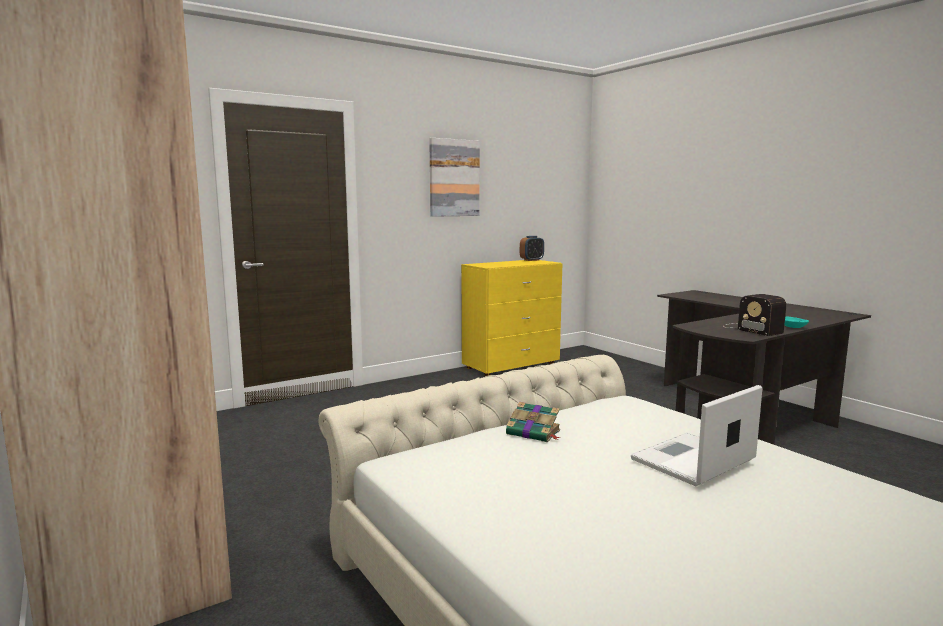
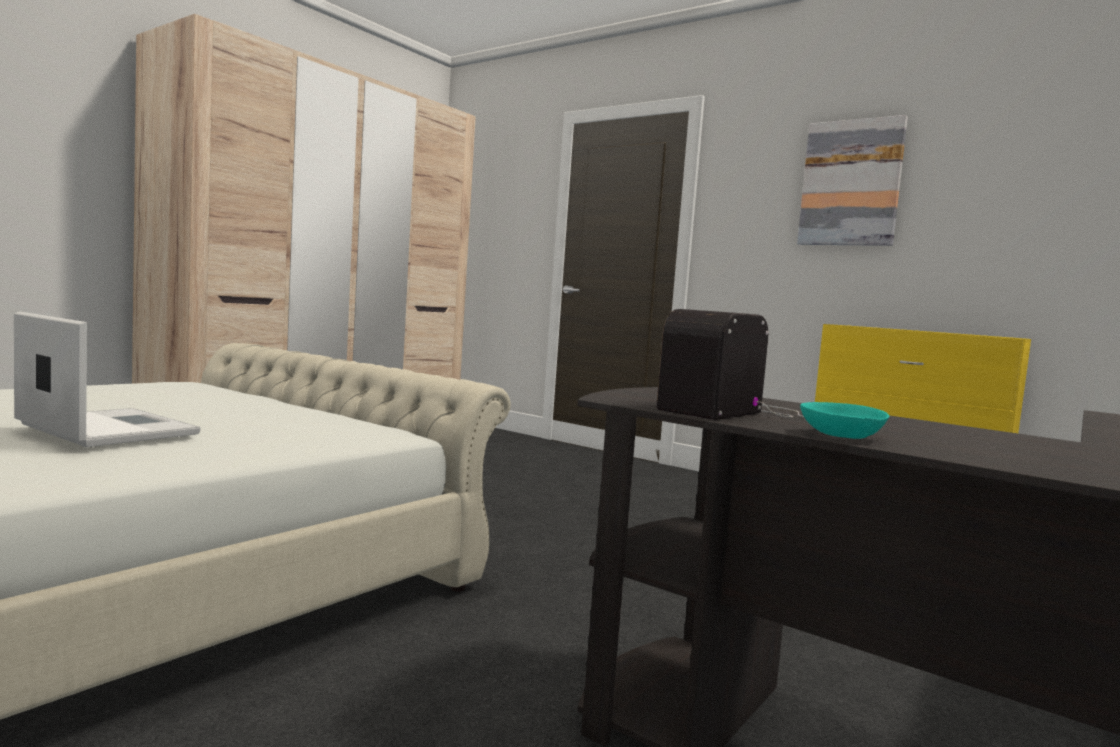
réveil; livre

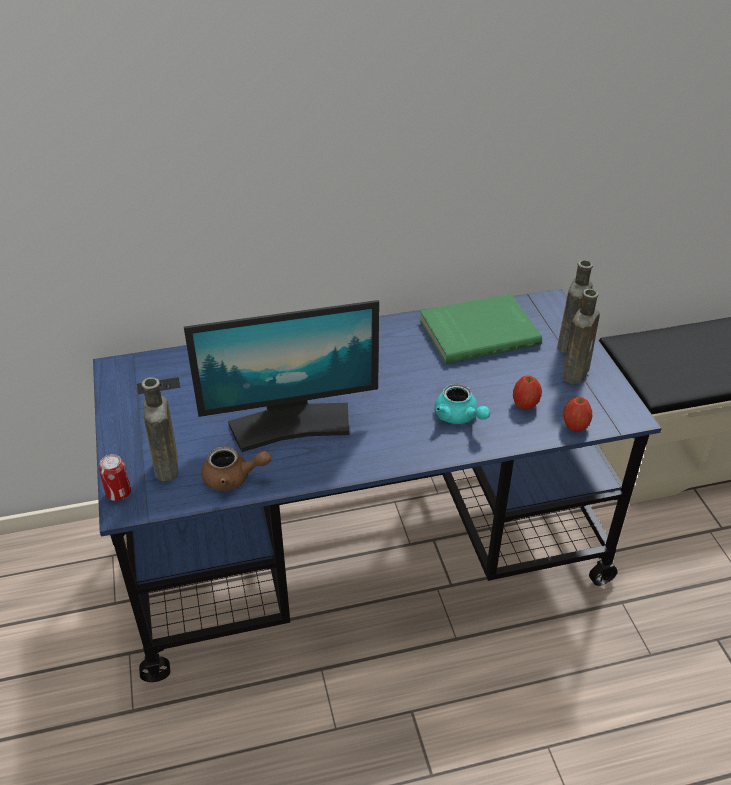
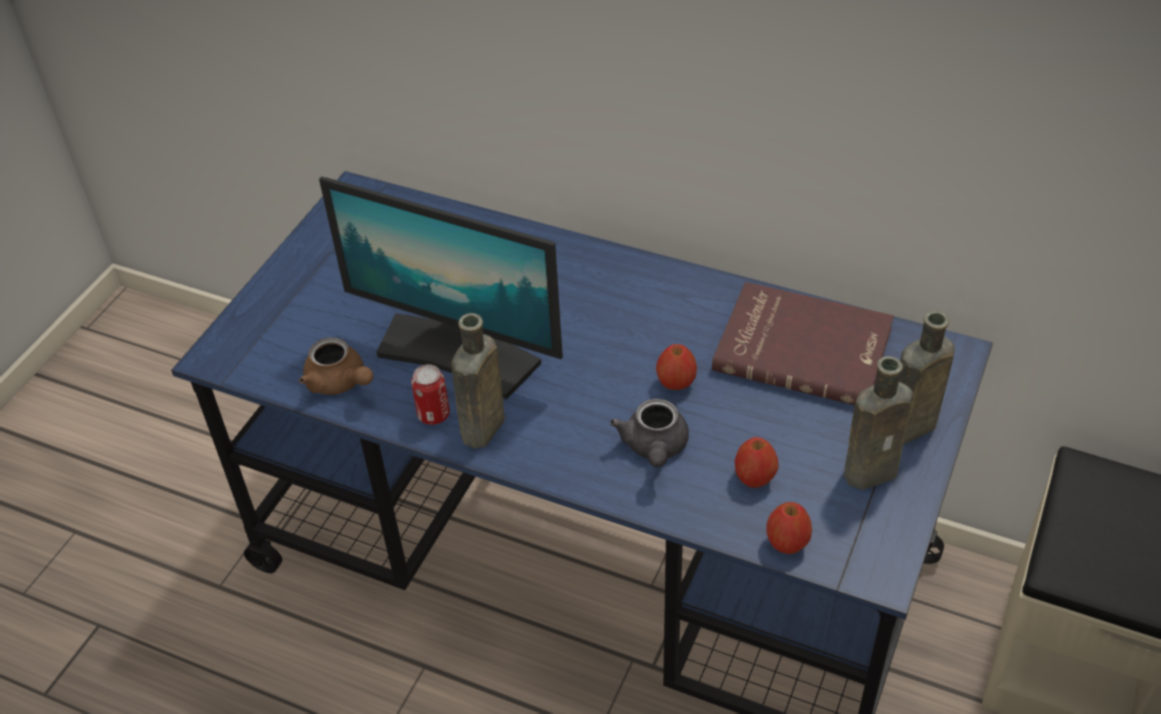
livre (rouge); bouteille (marron) (1st from left); théière (gris); boîte métallique; pomme (1st from left)

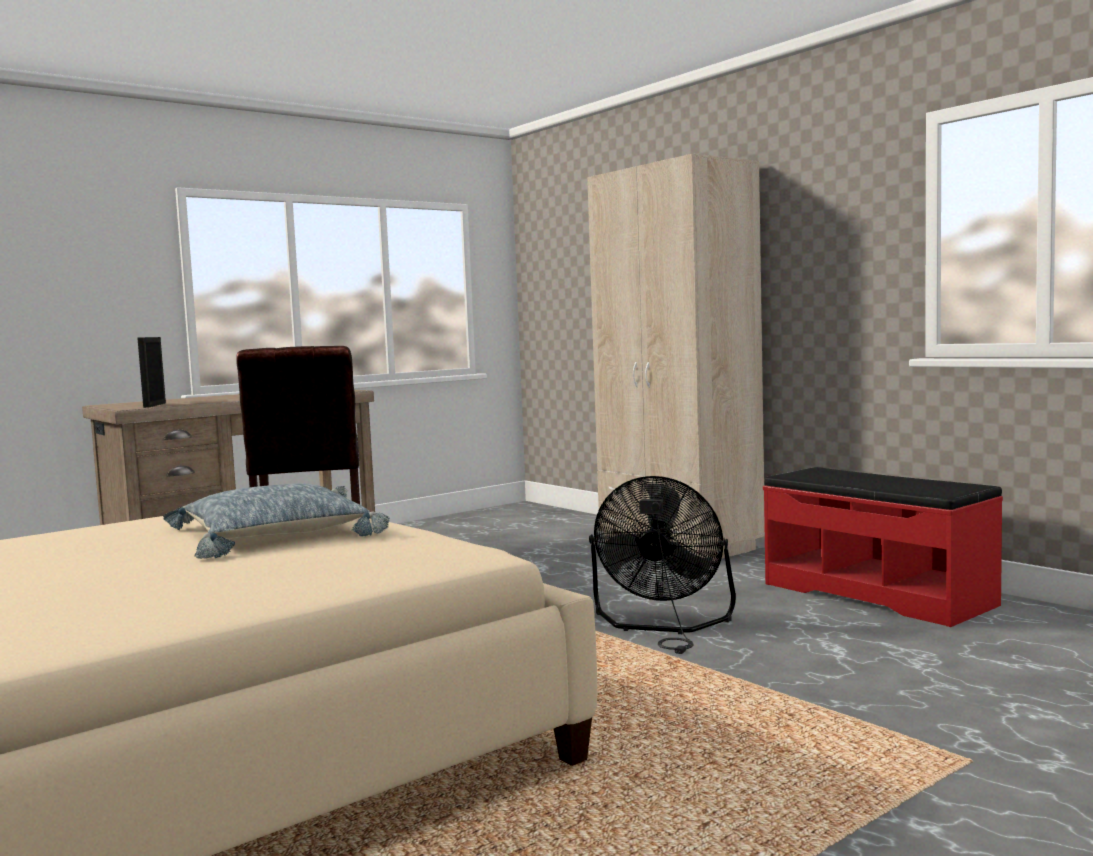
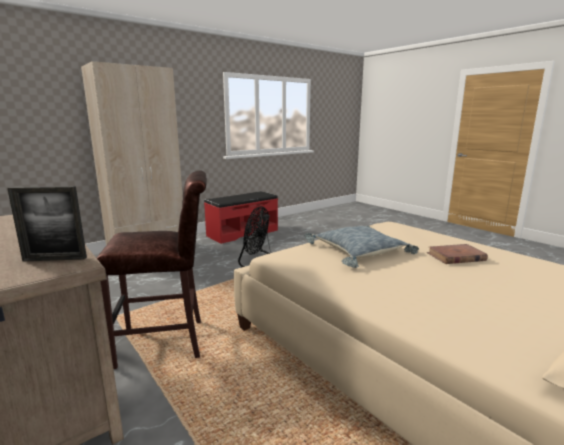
livre (marron)

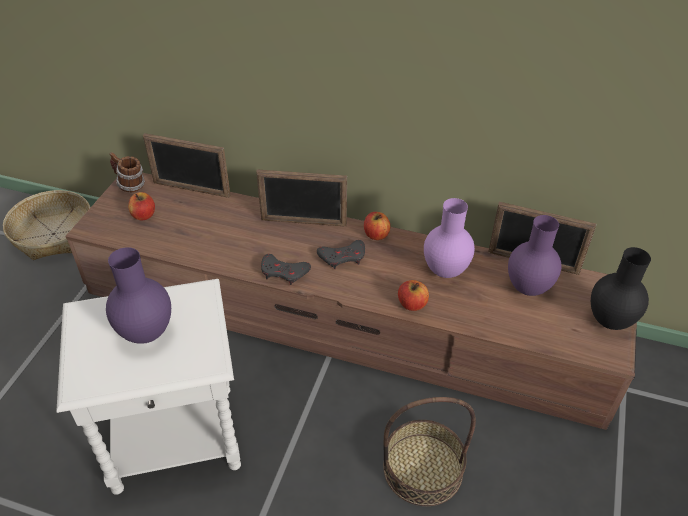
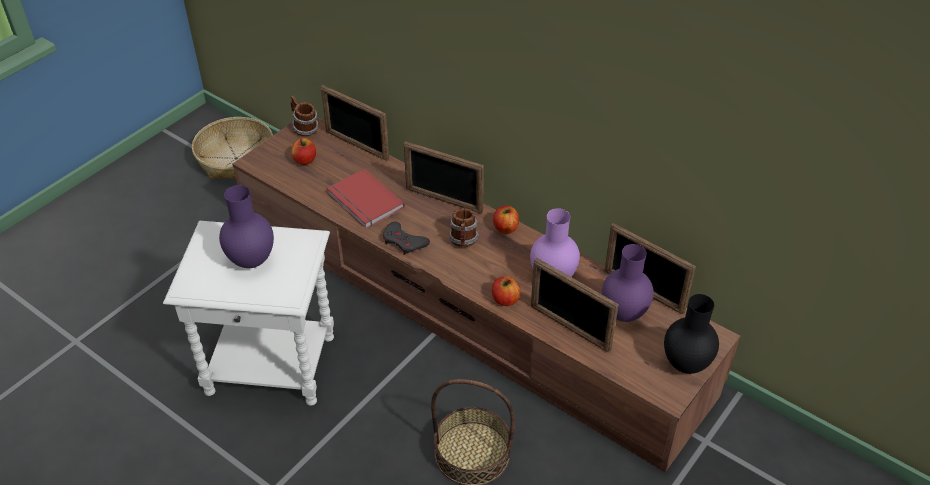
mug (2nd from left); livre (rouge); cadre photo (3rd from left)

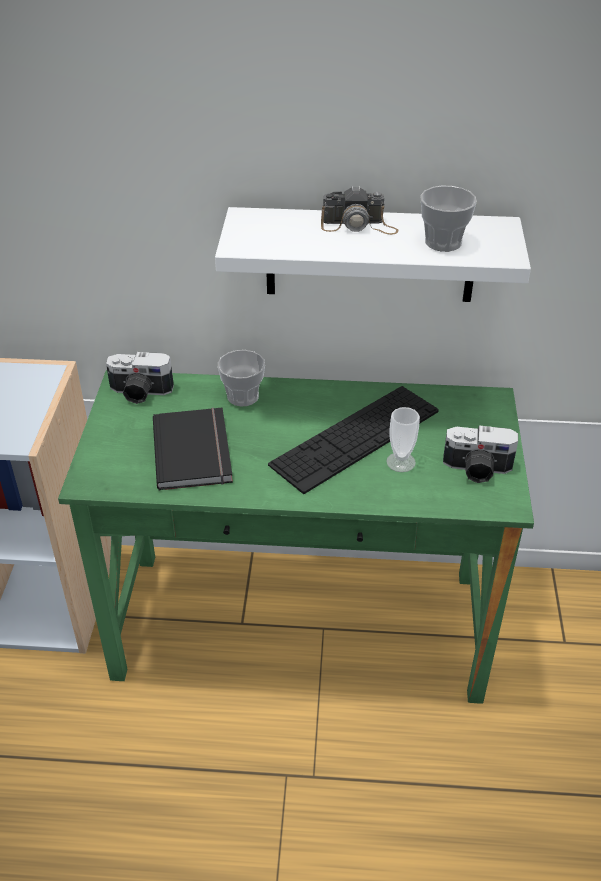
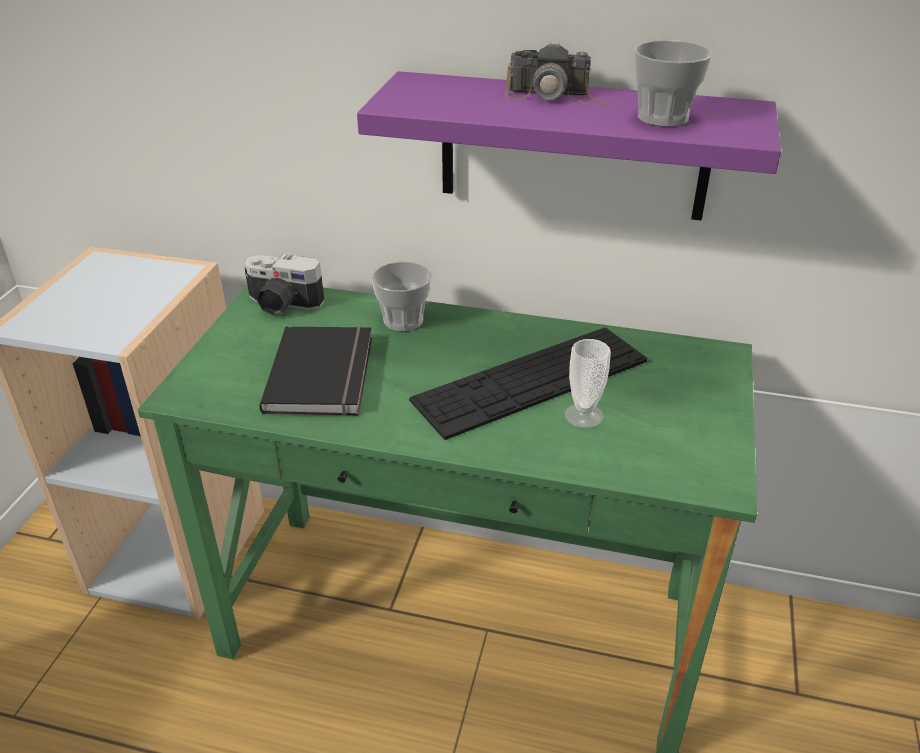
étagère (violet); appareil photo (3rd from left in the first image)

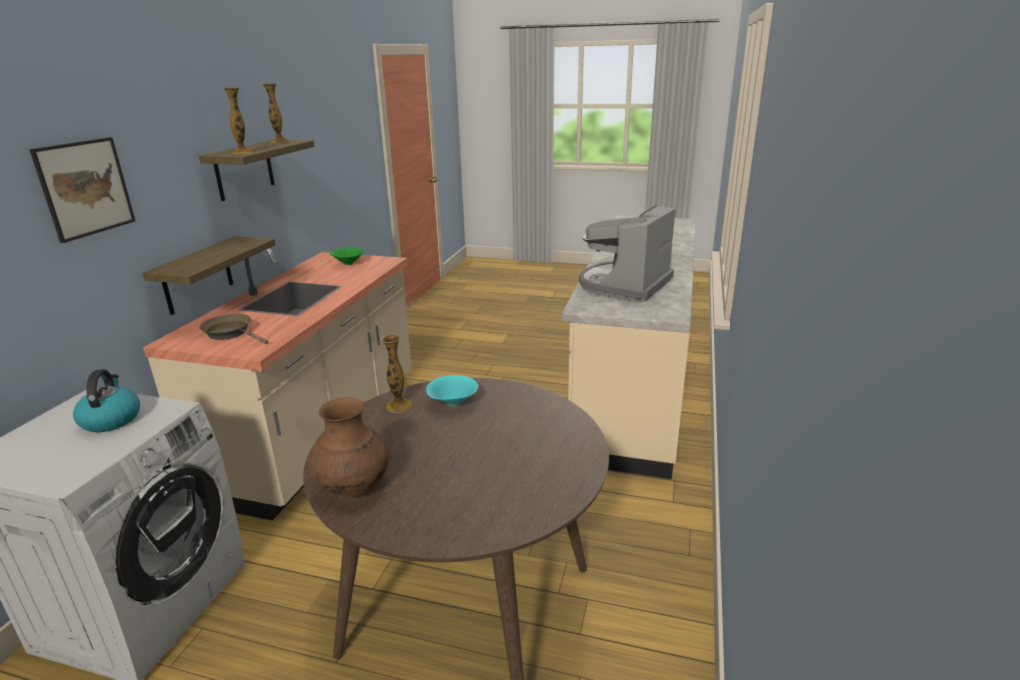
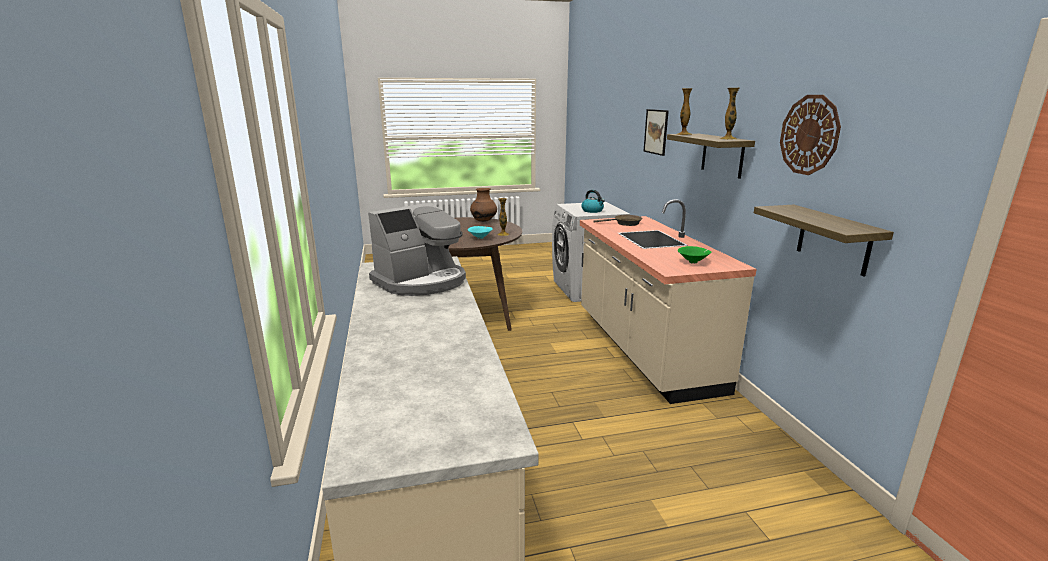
machine à café; étagère (2nd from left); horloge murale

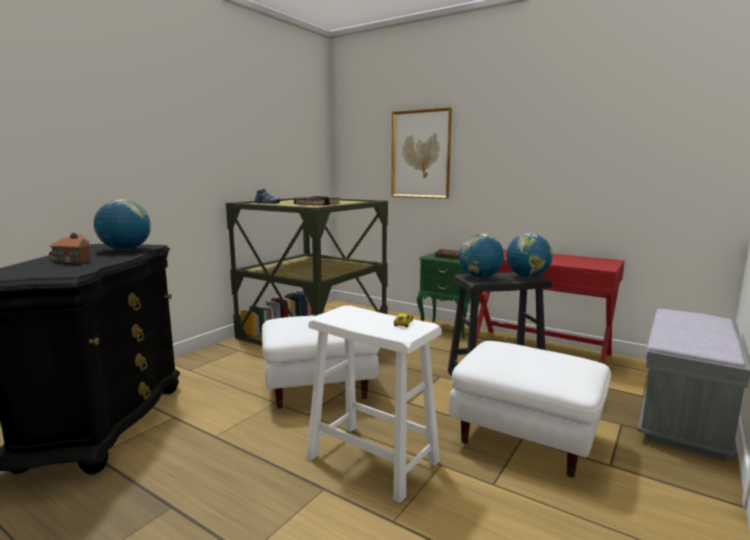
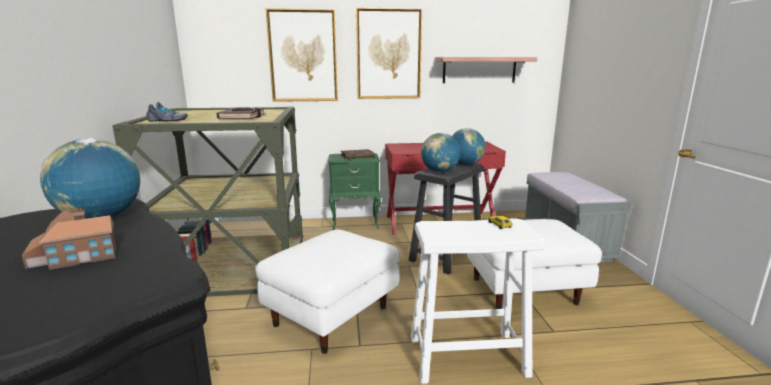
tableau (2nd from left); étagère

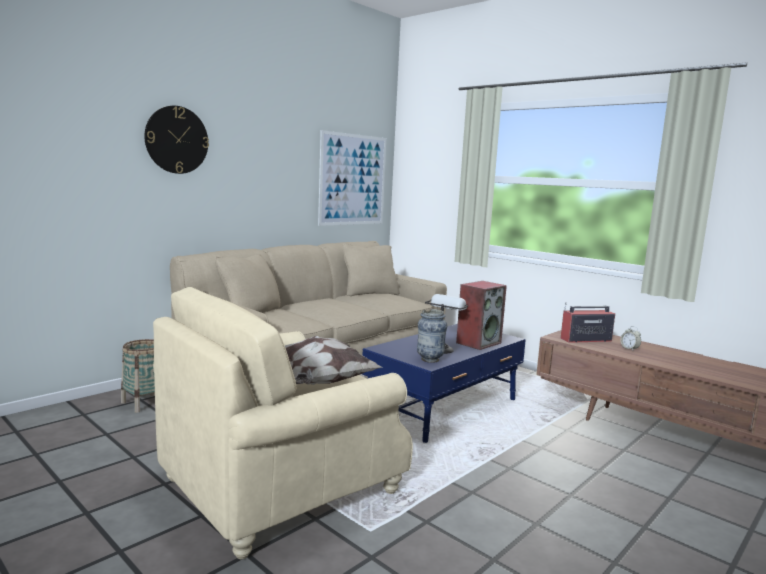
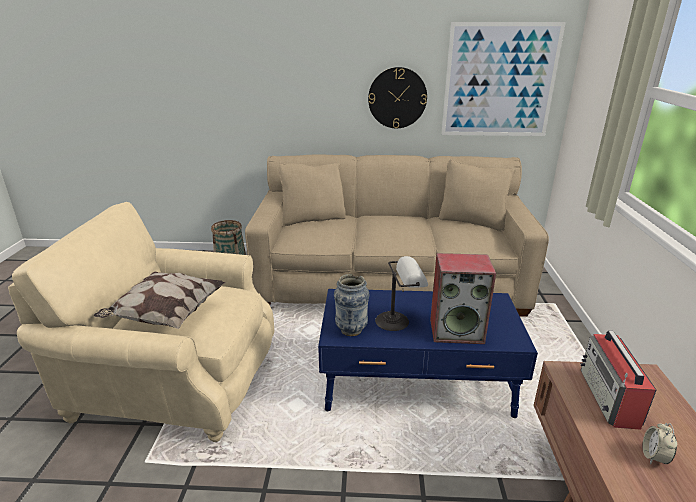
horloge murale; radio

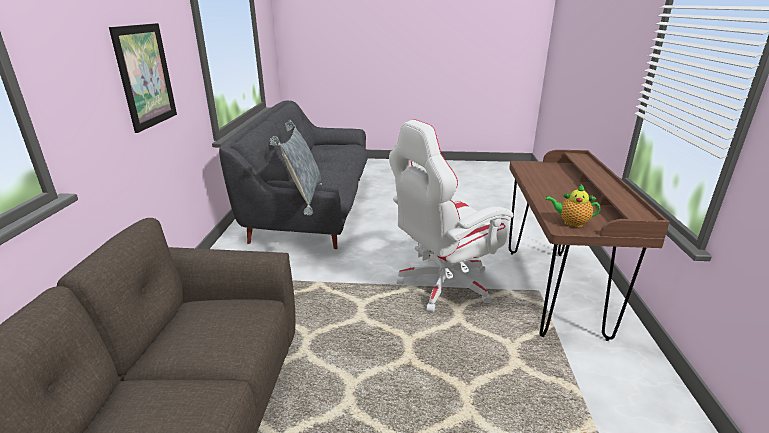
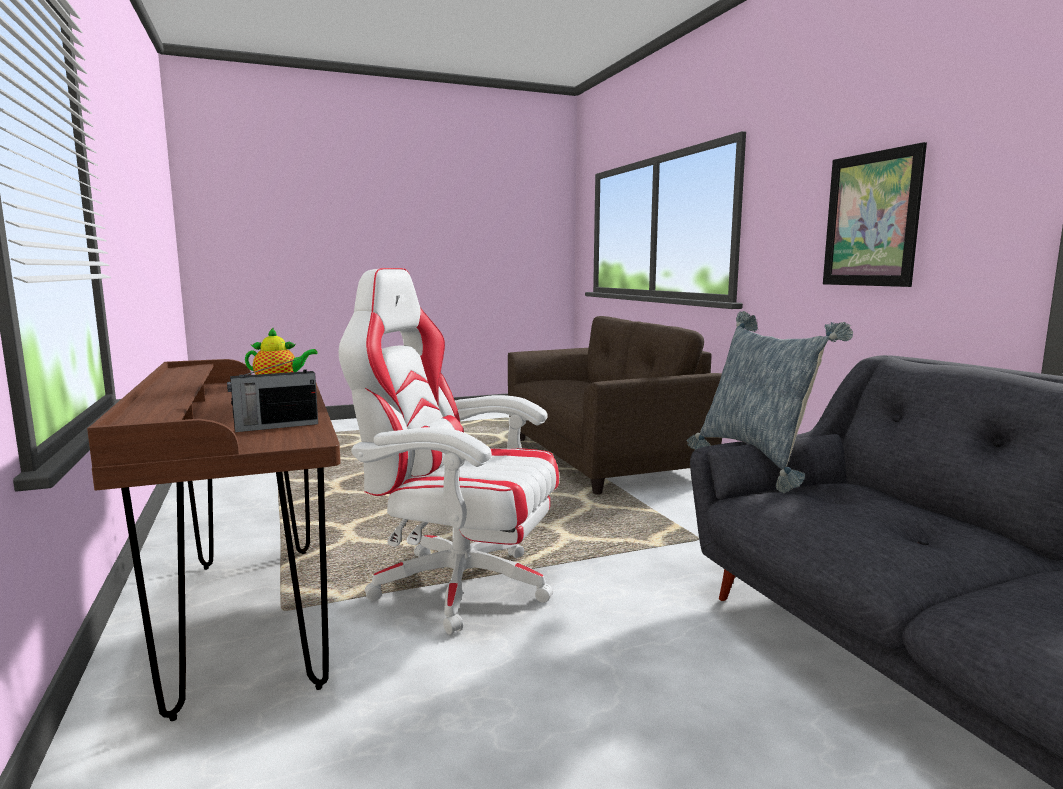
chaise de bureau (blanc); radio

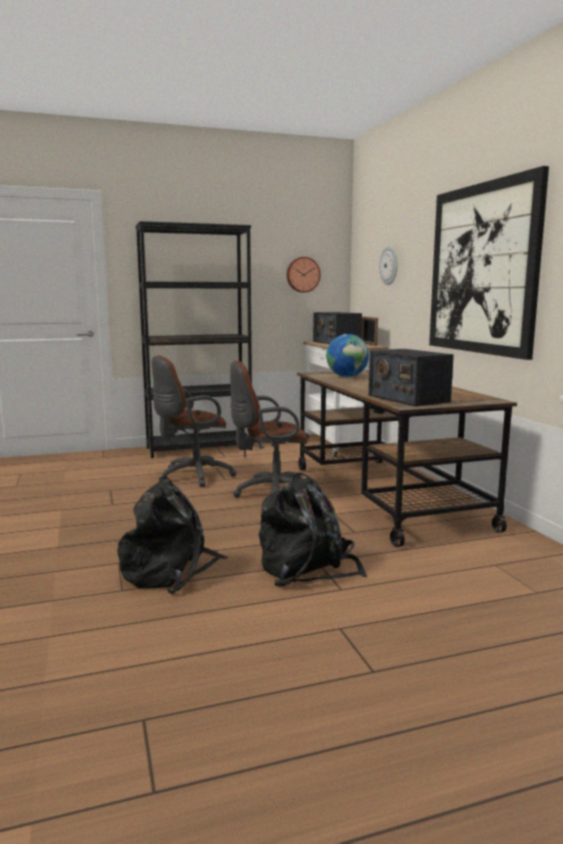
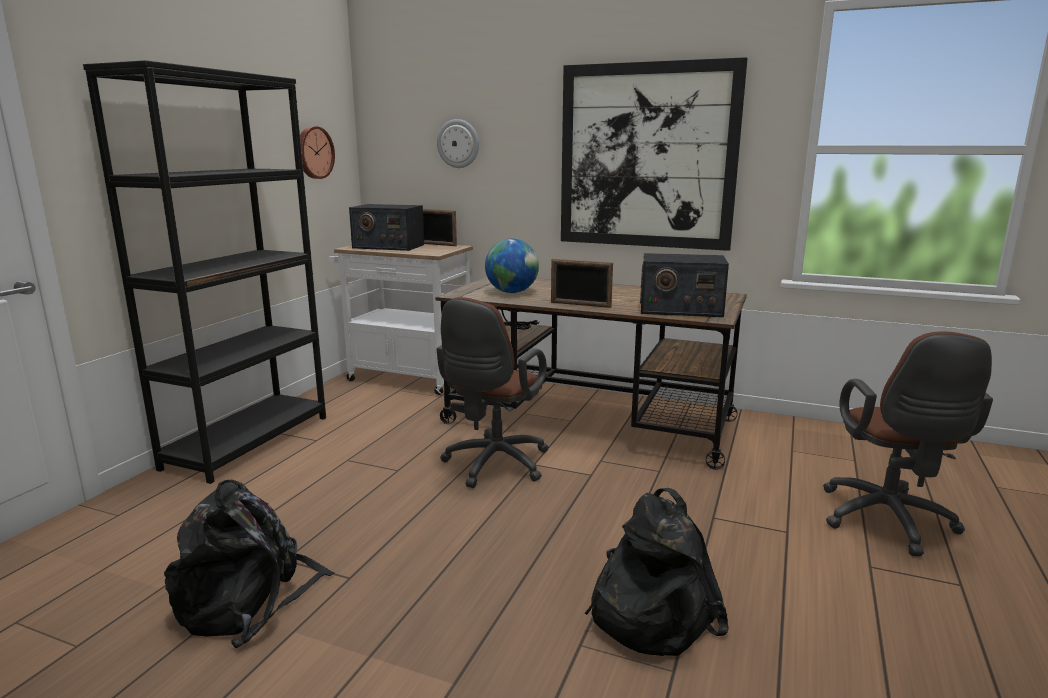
chaise de bureau (marron) (2nd from left); sac à dos (noir) (1st from left); cadre photo (2nd from left)

